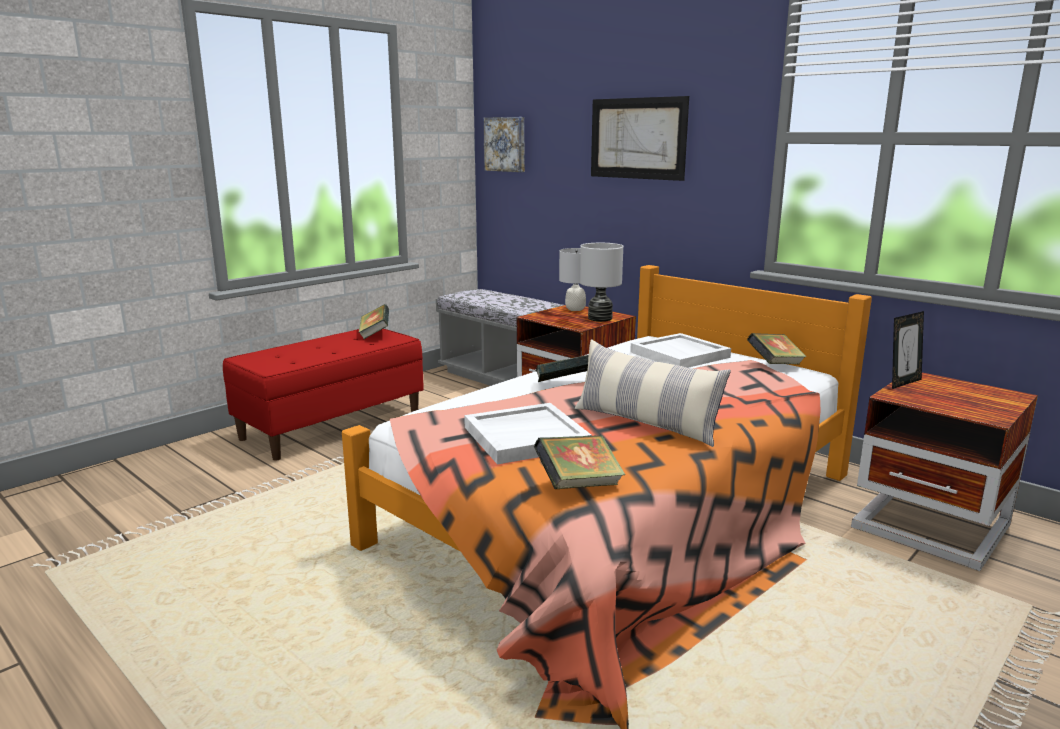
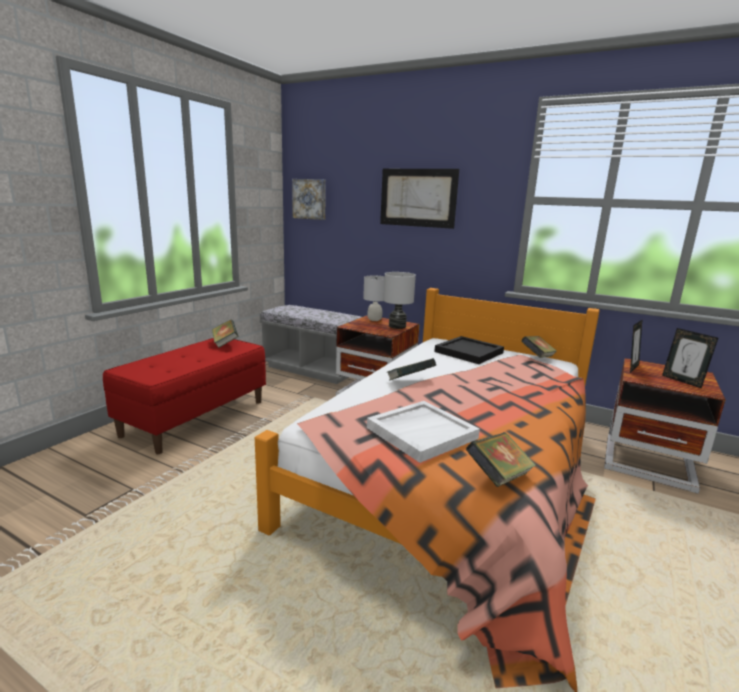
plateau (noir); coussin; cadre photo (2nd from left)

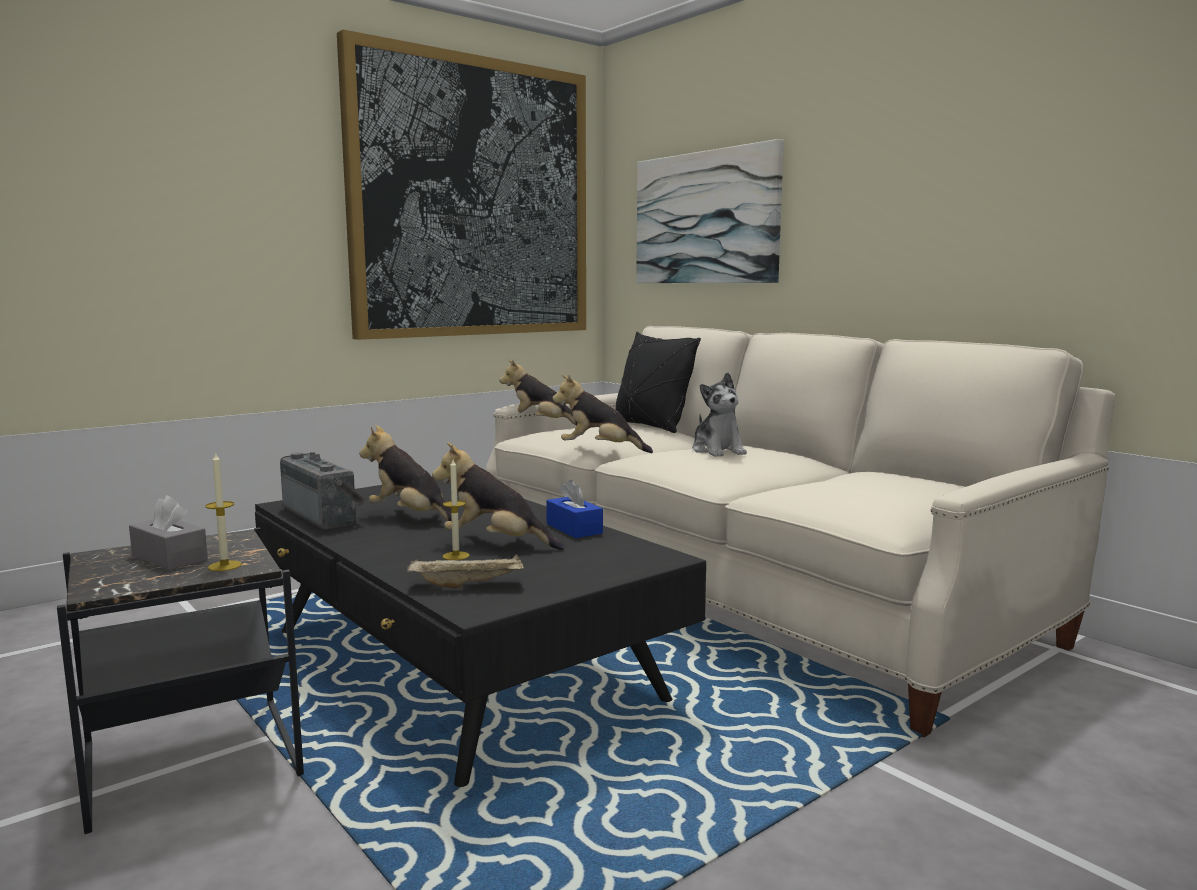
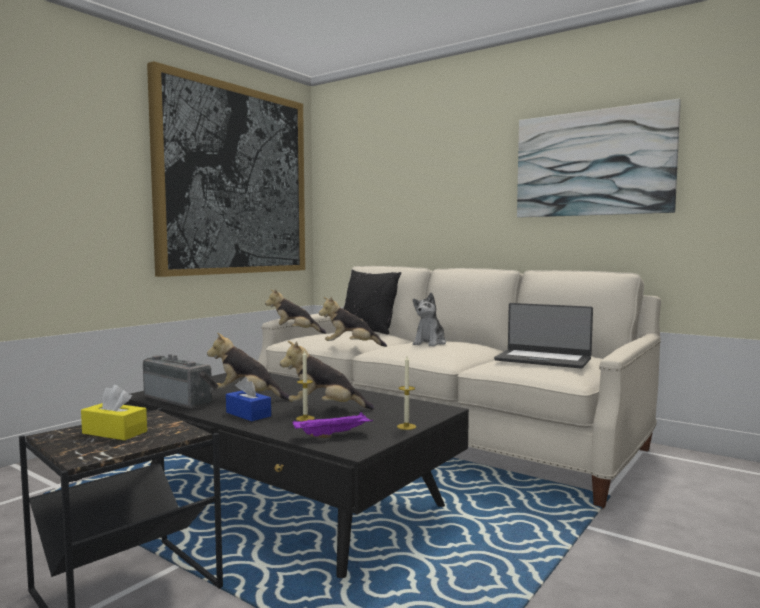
tableau (2nd from left); peluche (5th from left); bougie (2nd from left); boîte à mouchoirs (bleu); boîte à mouchoirs (jaune); plateau (violet); ordinateur portable

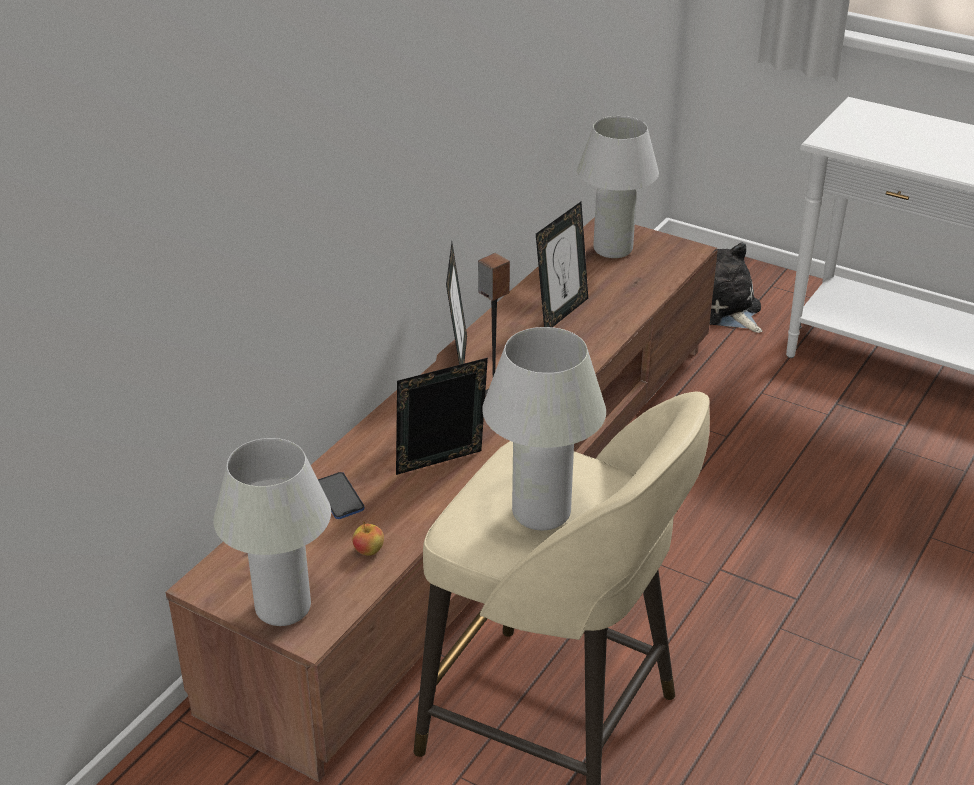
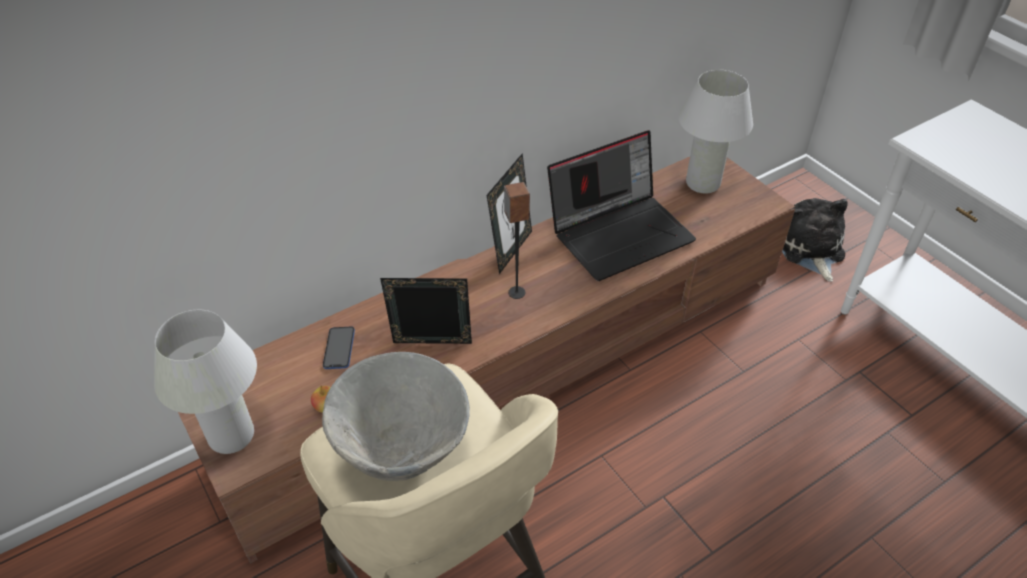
ordinateur portable; bol (gris)

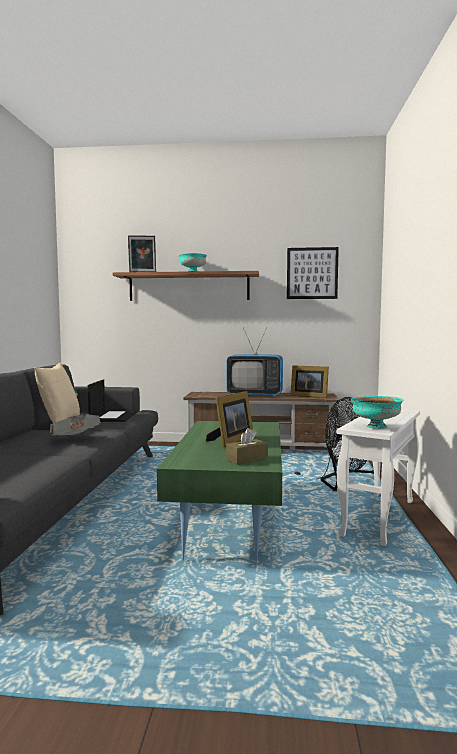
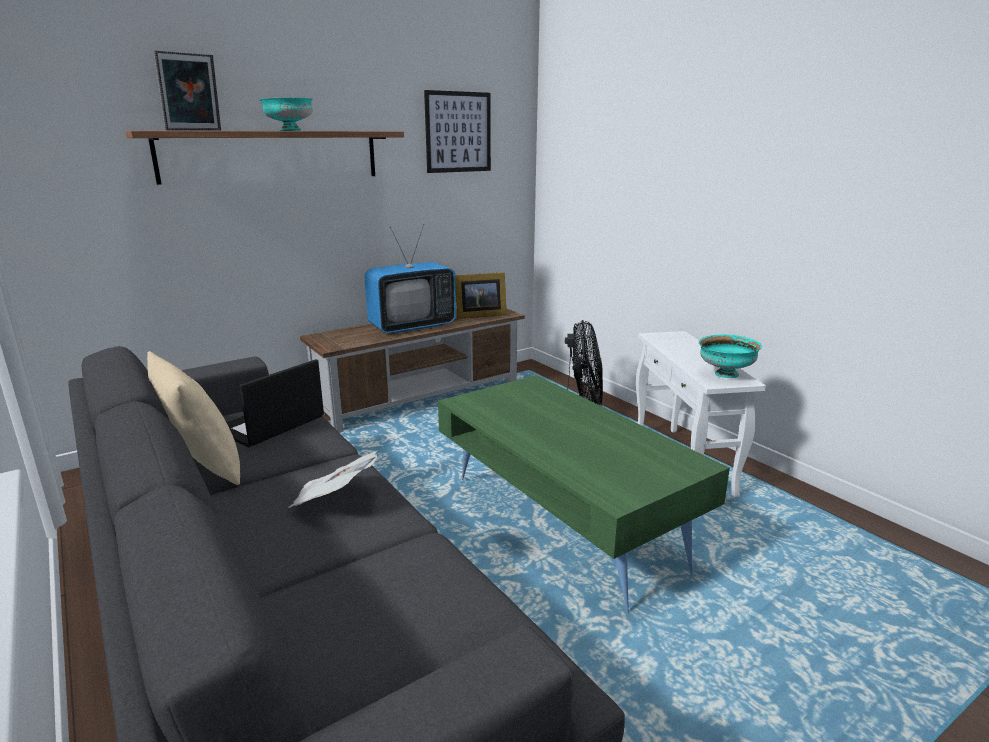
ordinateur portable; cadre photo (2nd from left in the first image); boîte à mouchoirs (marron)

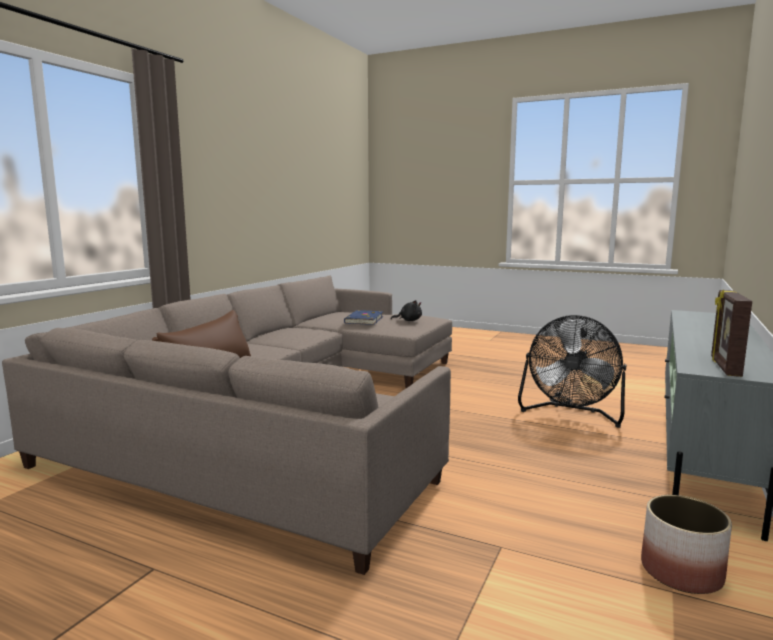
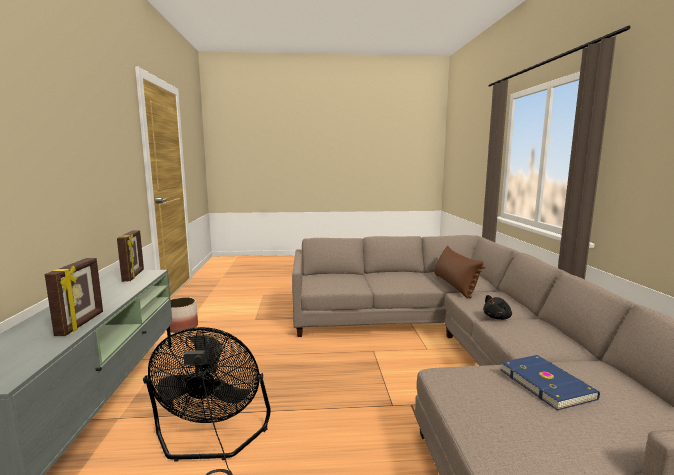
peluche (noir); cadre photo (1st from left)

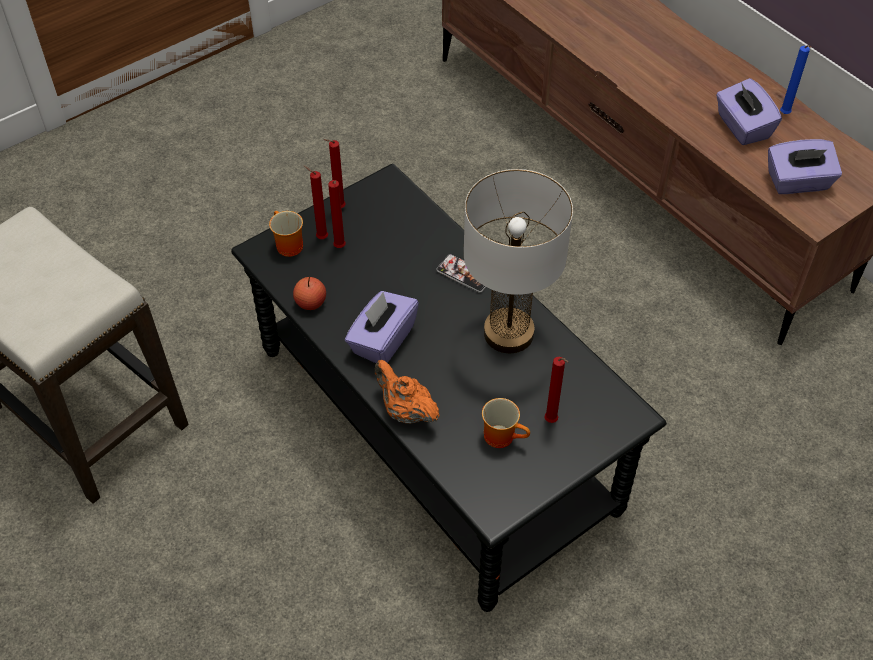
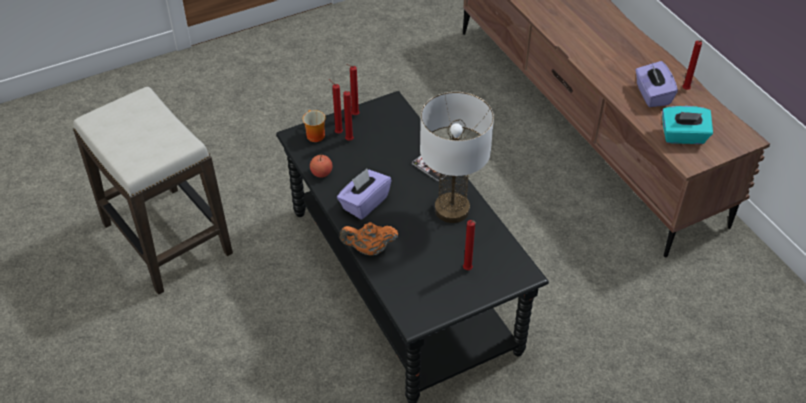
bougie (rouge) (5th from left); boîte à mouchoirs (turquoise); théière (orange); mug (2nd from left in the first image)

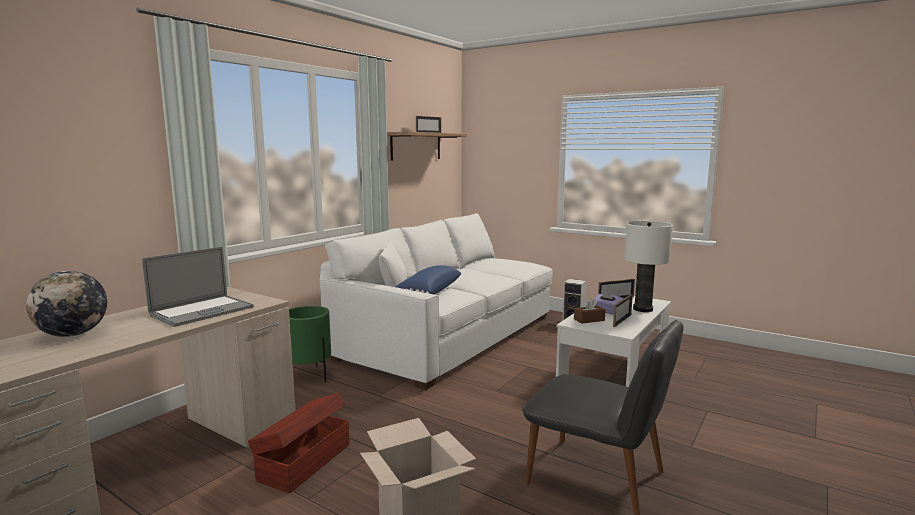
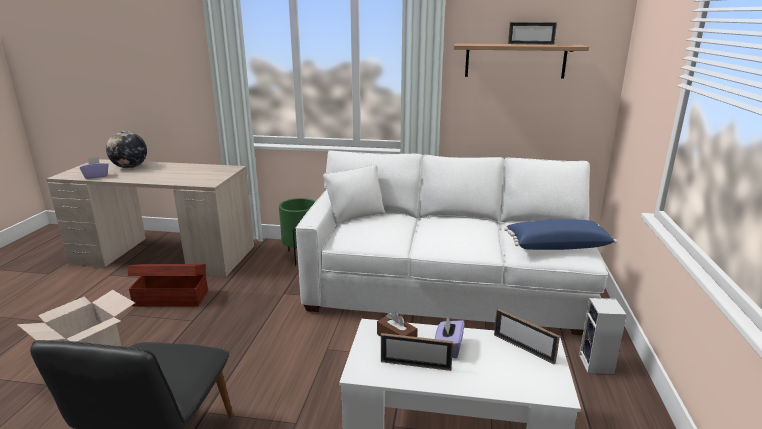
lampe de table (blanc); ordinateur portable; coussin (bleu); boîte à mouchoirs (violet) (1st from left)

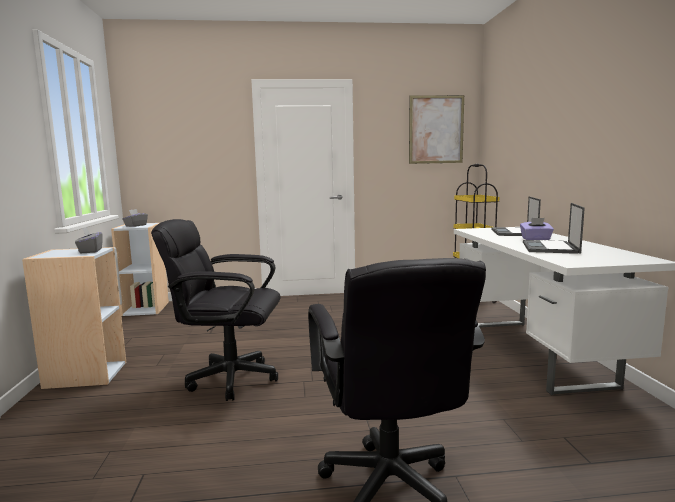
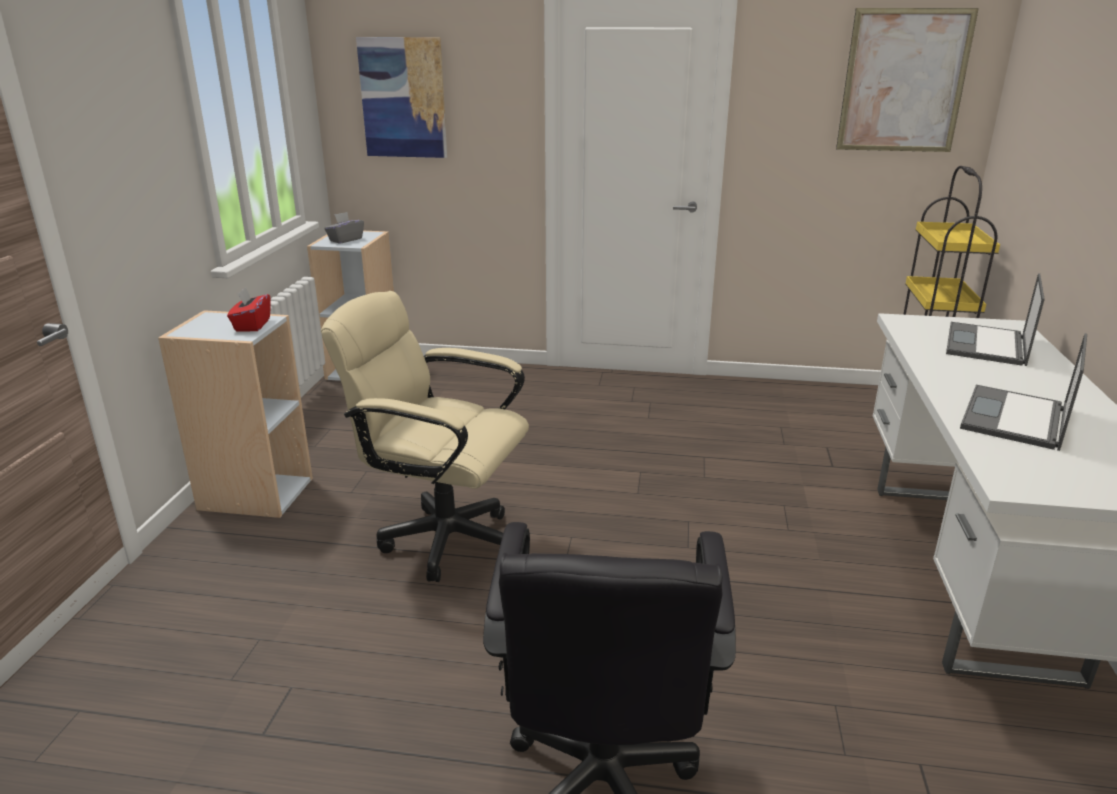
boîte à mouchoirs (violet); chaise de bureau (beige); boîte à mouchoirs (rouge); tableau (1st from left)

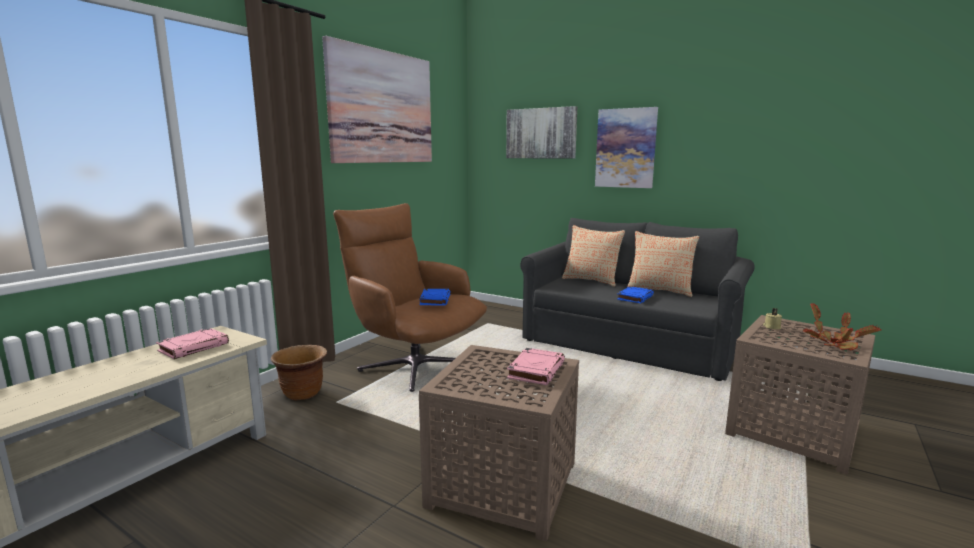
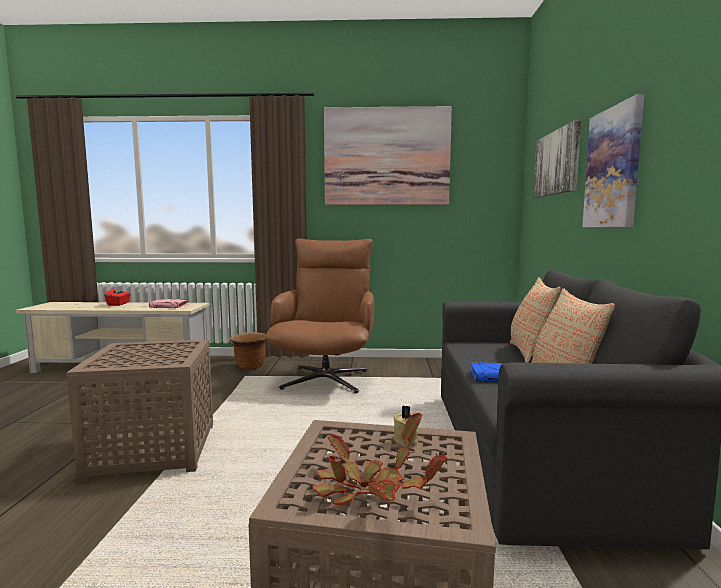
livre (bleu) (1st from left in the first image); livre (rose) (2nd from left in the first image); boîte à mouchoirs (rouge)

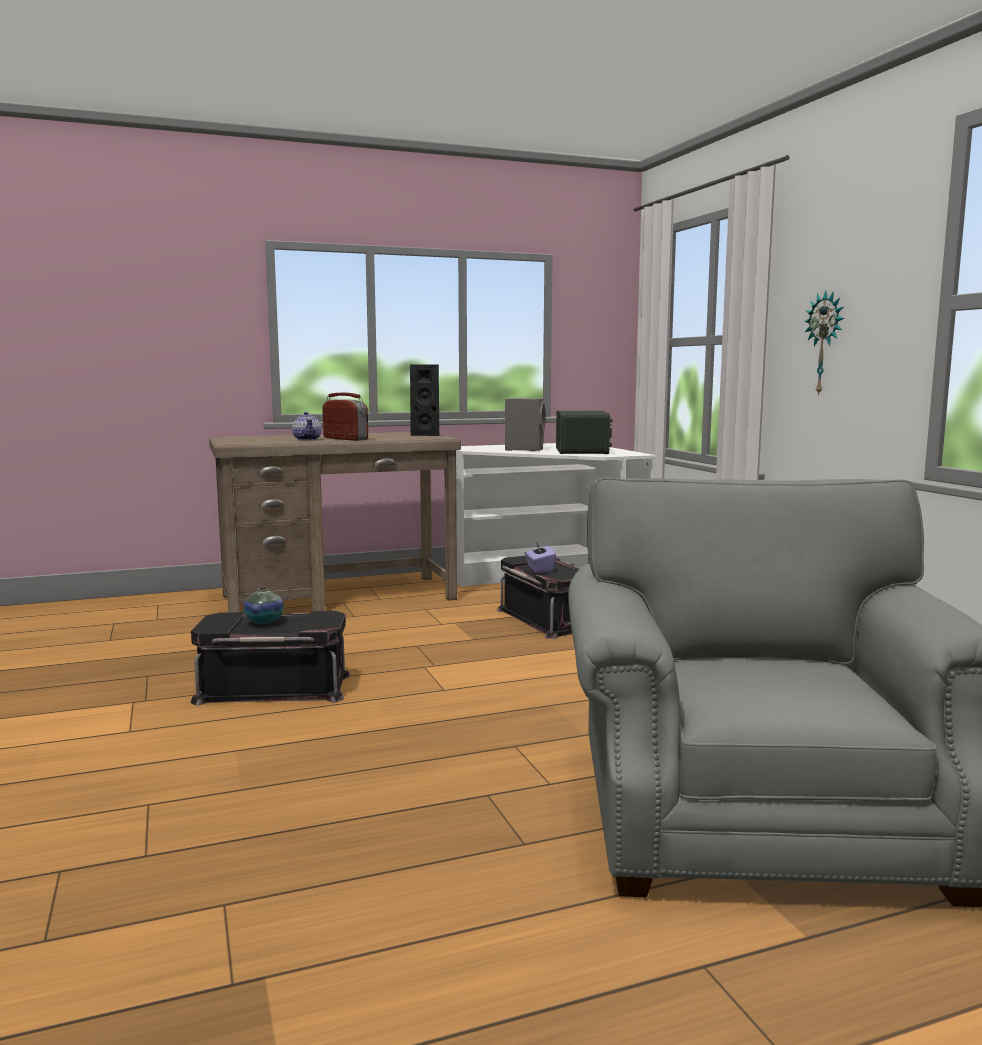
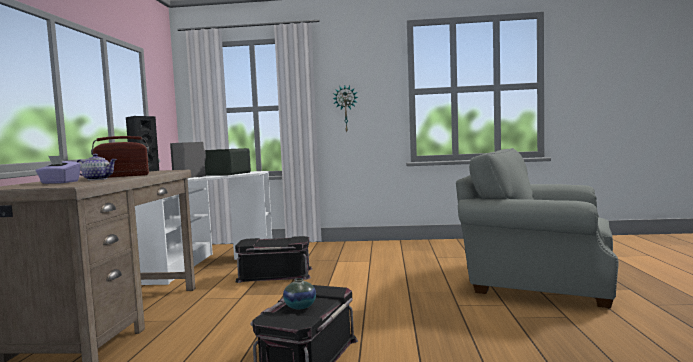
boîte à mouchoirs (violet)

